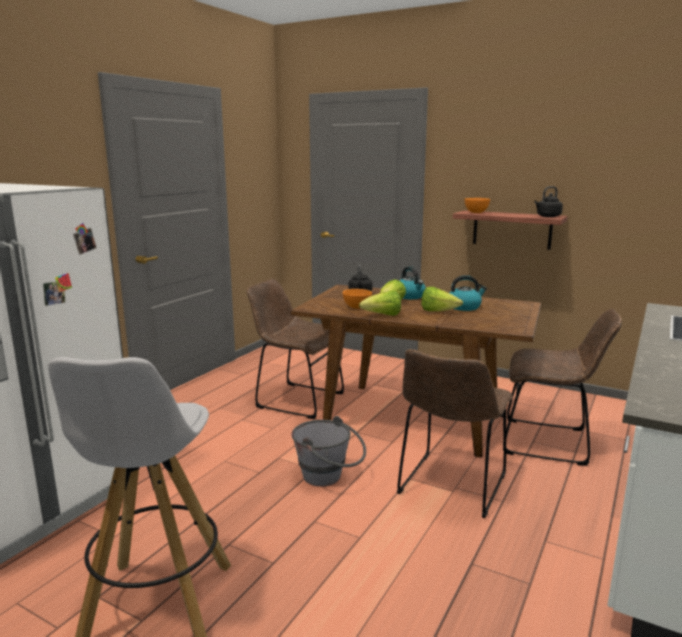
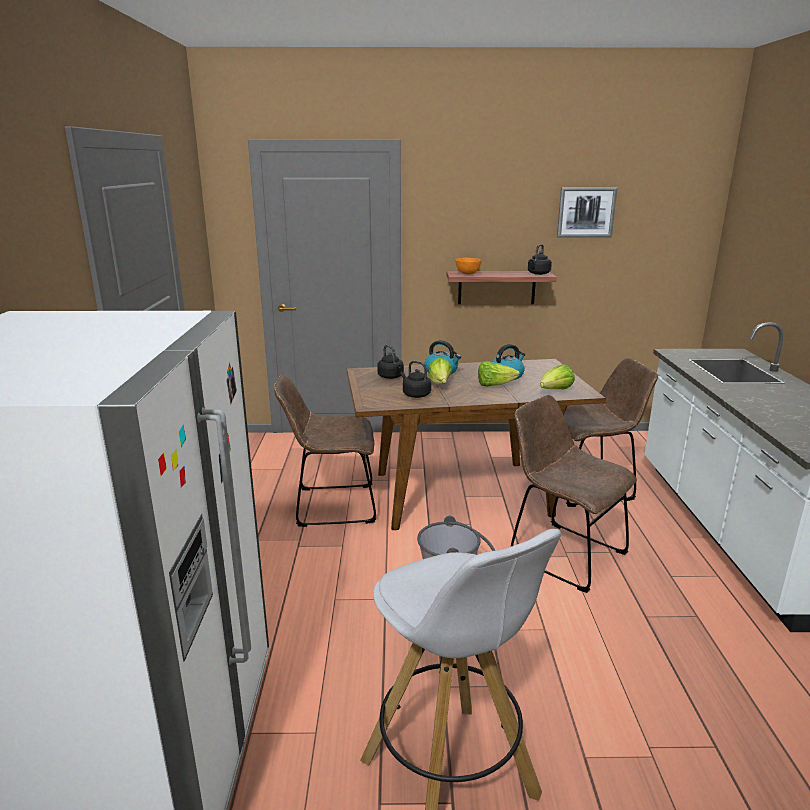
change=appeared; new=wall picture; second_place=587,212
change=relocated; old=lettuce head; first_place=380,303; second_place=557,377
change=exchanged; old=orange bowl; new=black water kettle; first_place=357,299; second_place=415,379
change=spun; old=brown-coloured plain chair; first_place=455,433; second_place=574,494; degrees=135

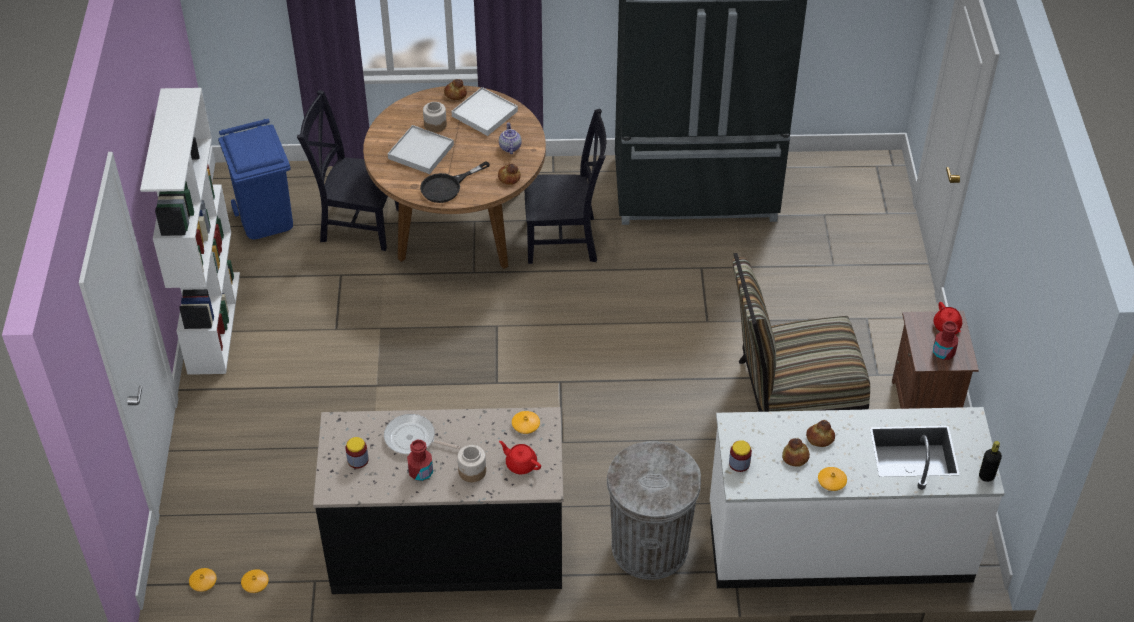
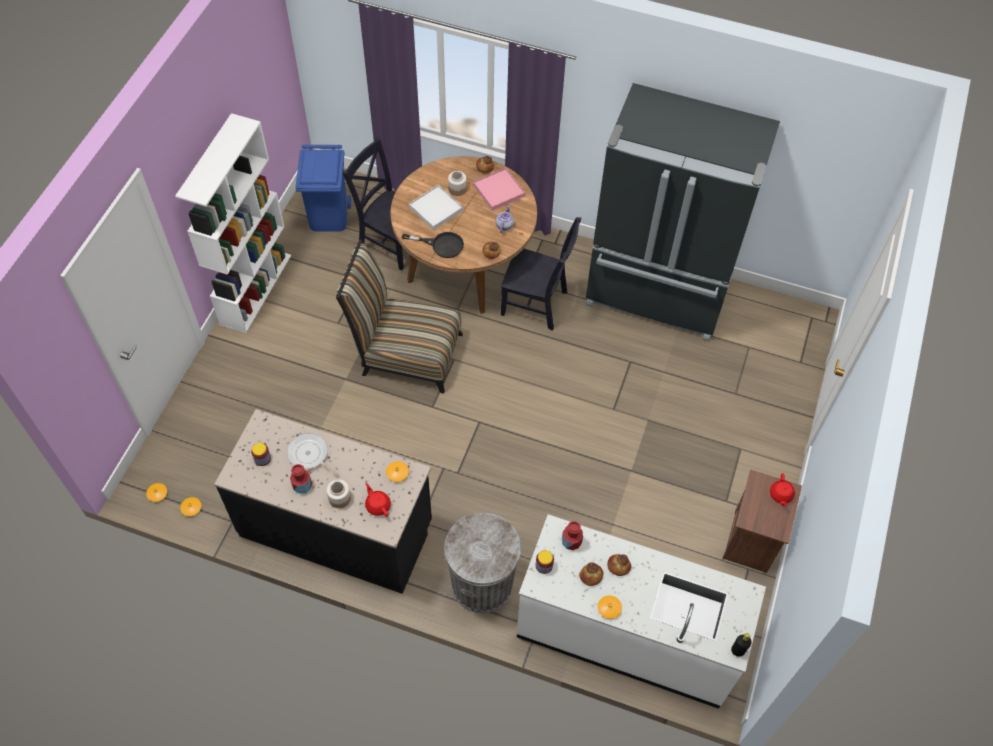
change=relocated; old=plain chair; first_place=801,332; second_place=399,316
change=relocated; old=red-coloured beverage bottle; first_place=945,340; second_place=572,535
change=colour; old=whitish carrying tray; new=pink carrying tray; first_place=485,111; second_place=499,189
change=spun; old=black pan; first_place=455,182; second_place=433,245; degrees=-150

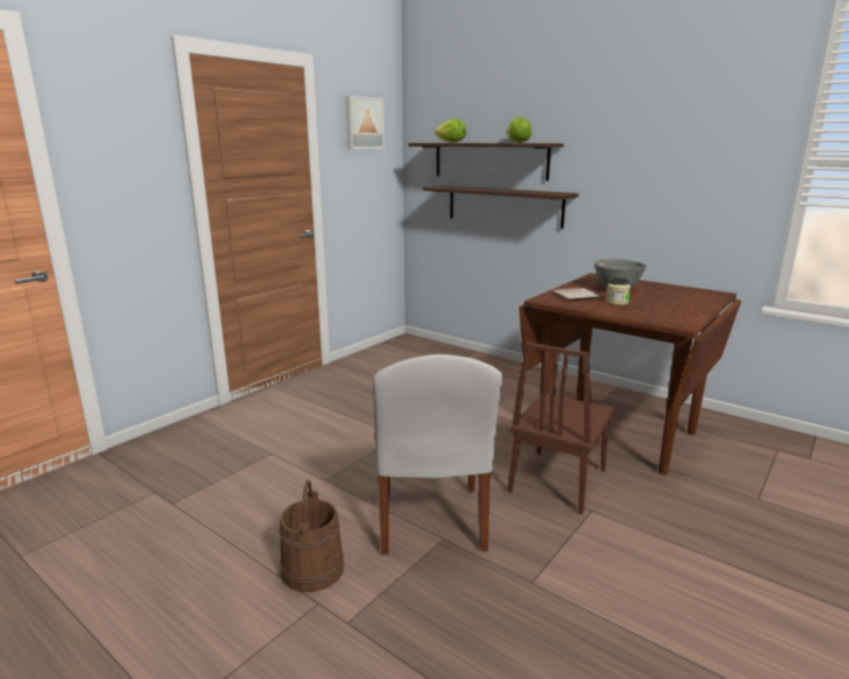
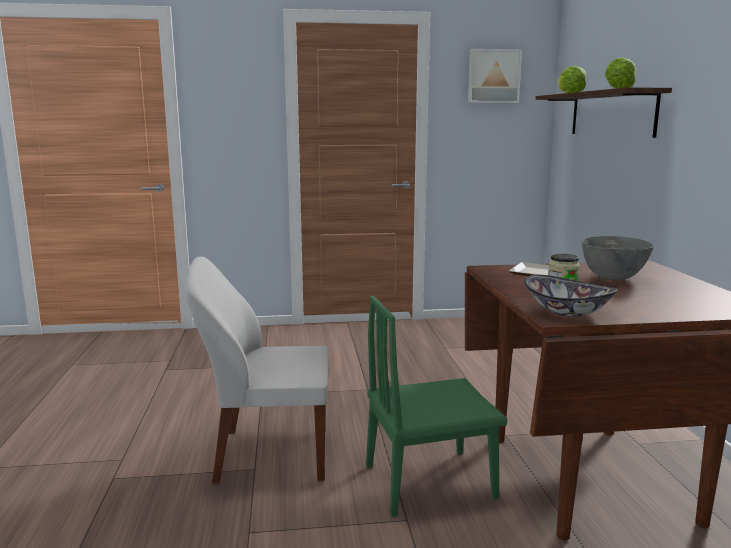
change=missing; old=brown-coloured bucket; first_place=312,536
change=missing; old=shelf; first_place=501,207
change=appeared; new=bowl; second_place=571,296
change=colour; old=brown-coloured plain chair; new=greenish plain chair; first_place=561,428; second_place=436,406
change=spun; old=whitish plain chair; first_place=437,454; second_place=257,370; degrees=45

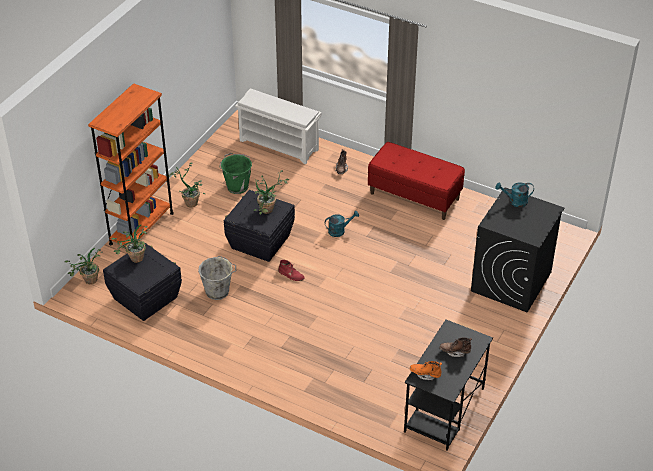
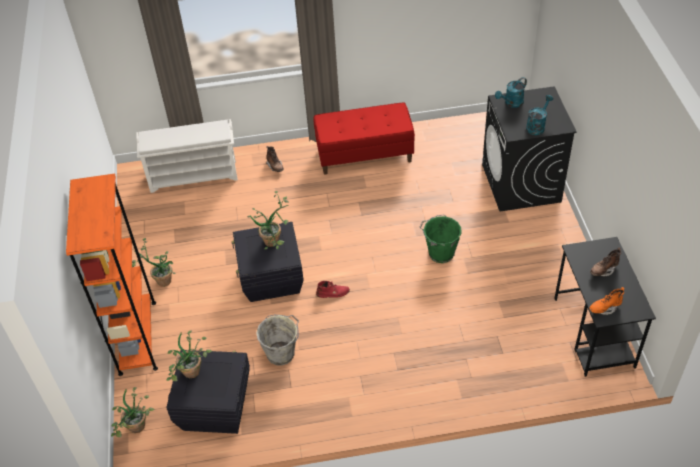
change=relocated; old=greenish bucket; first_place=236,173; second_place=440,239
change=relocated; old=turquoise sprinkling can; first_place=342,224; second_place=539,115

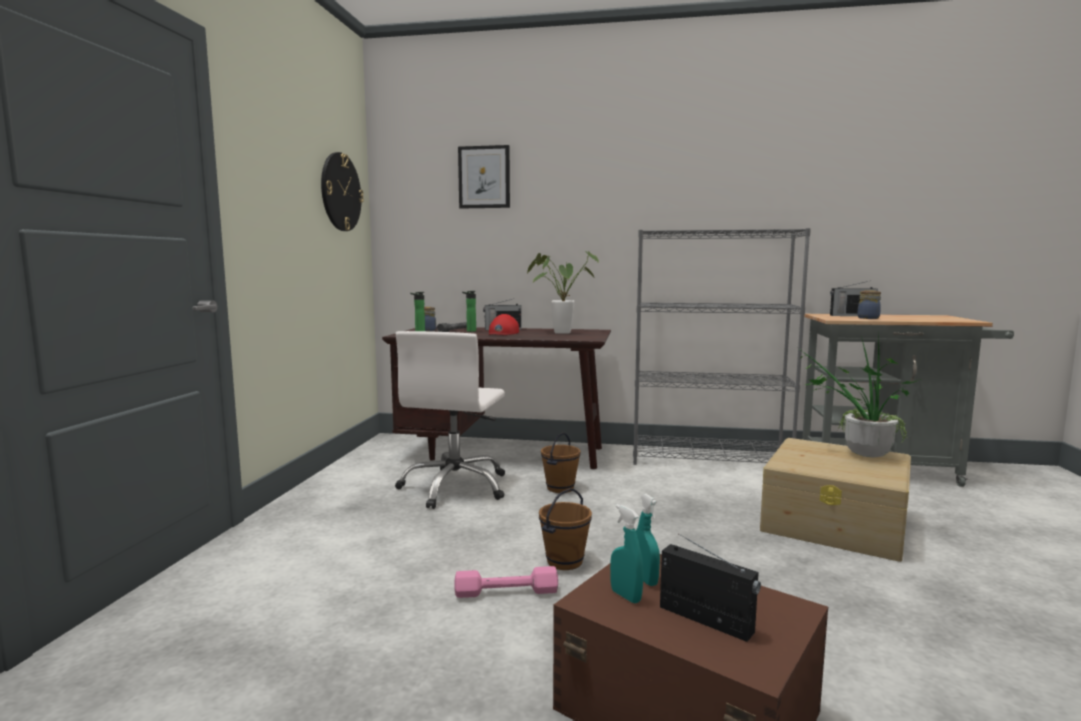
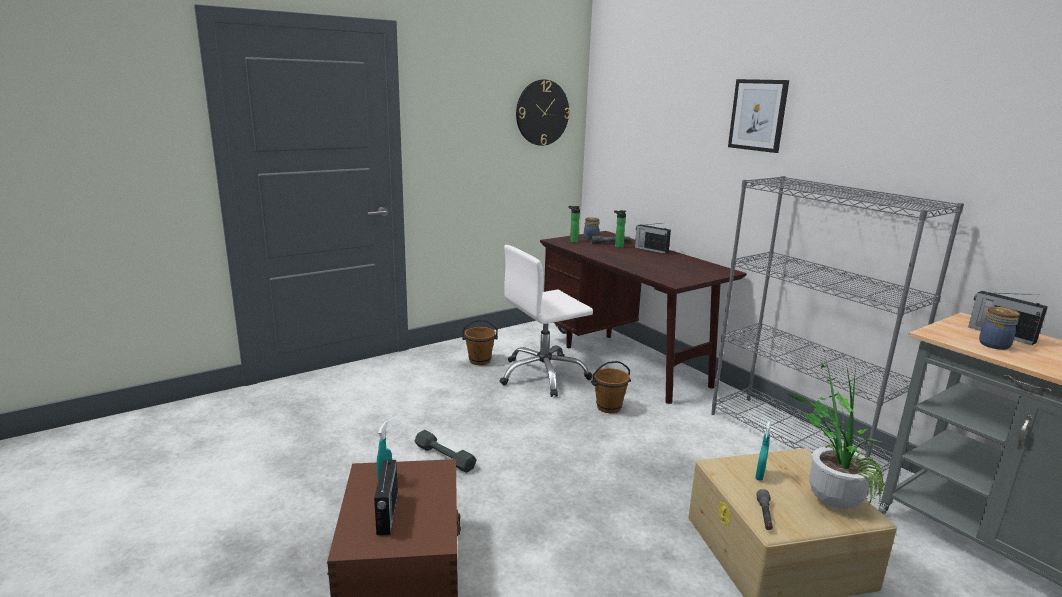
change=missing; old=red-coloured peaked cap; first_place=503,324
change=missing; old=potted plant; first_place=563,292
change=appeared; new=grey torch; second_place=764,509
change=relocated; old=wall picture; first_place=484,177; second_place=758,116
change=relocated; old=brown-coloured bucket; first_place=565,529; second_place=480,342
change=relocated; old=turquoise hand sprayer; first_place=648,540; second_place=763,451
change=colour; old=pink dumbbell; new=grey dumbbell; first_place=506,582; second_place=445,451

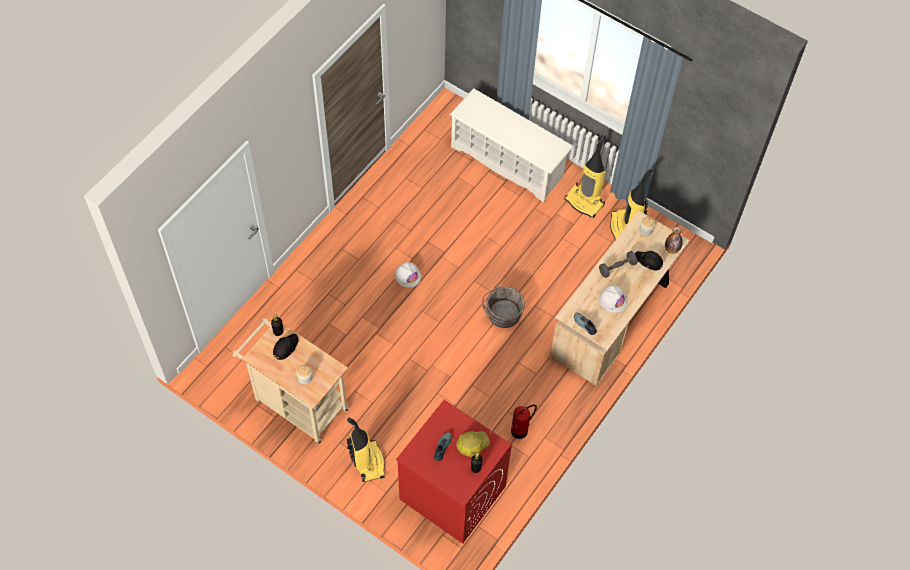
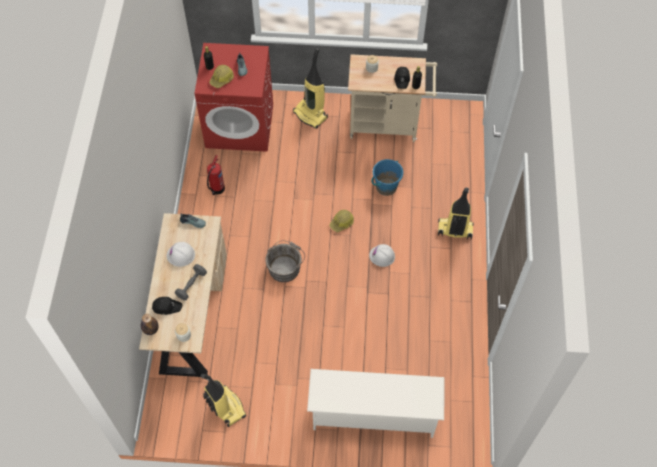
change=appeared; new=safety helmet; second_place=342,221
change=appeared; new=blue bucket; second_place=387,177
change=relocated; old=hoover; first_place=585,176; second_place=456,213

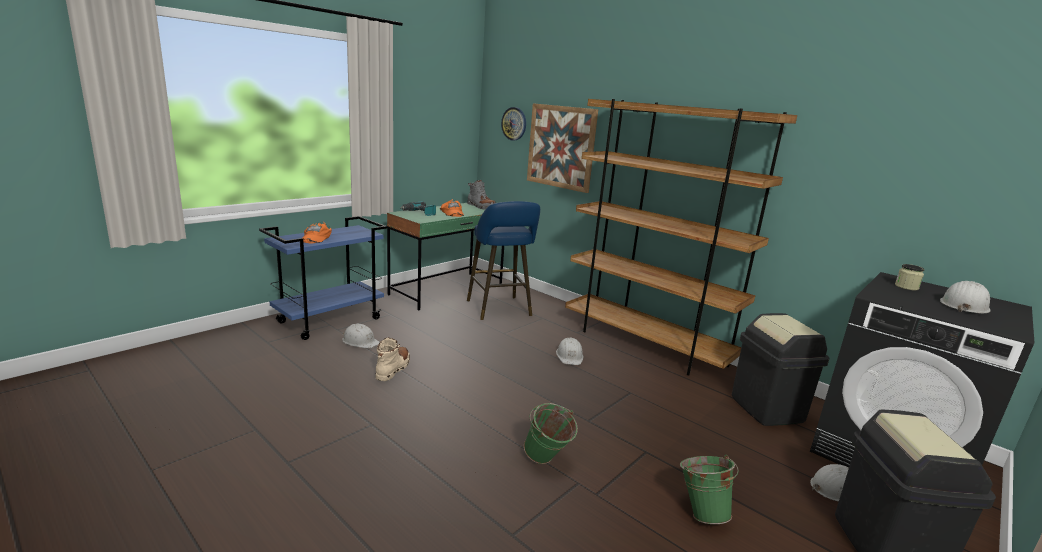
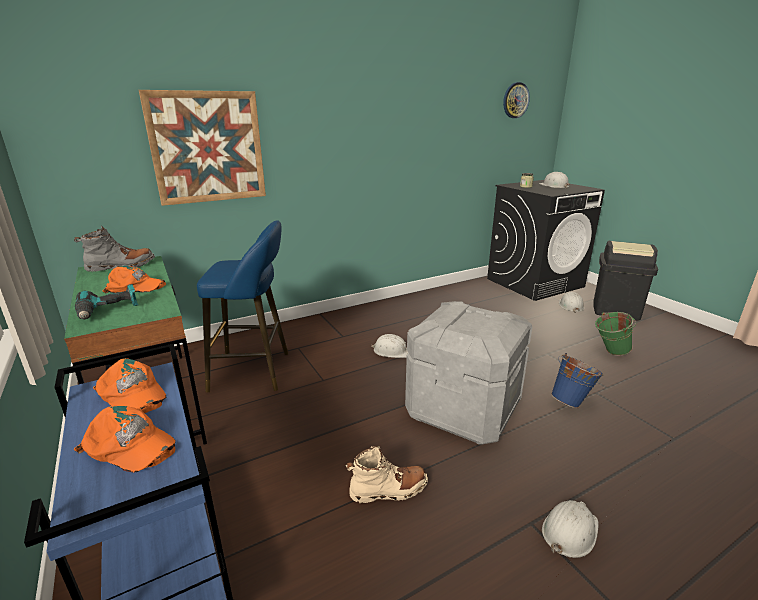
change=missing; old=brown-coloured shelving unit; first_place=681,237
change=missing; old=black waste bin; first_place=780,369
change=appeared; new=orange peaked cap; second_place=129,385
change=appeared; new=grey storage box; second_place=468,372
change=relocated; old=whitish safety helmet; first_place=361,336; second_place=570,529
change=relocated; old=hanging clock; first_place=513,124; second_place=516,100
change=colour; old=greenish bucket; new=blue bucket; first_place=551,433; second_place=577,380
change=spun; old=sand-coloured boot; first_place=392,359; second_place=387,474; degrees=135

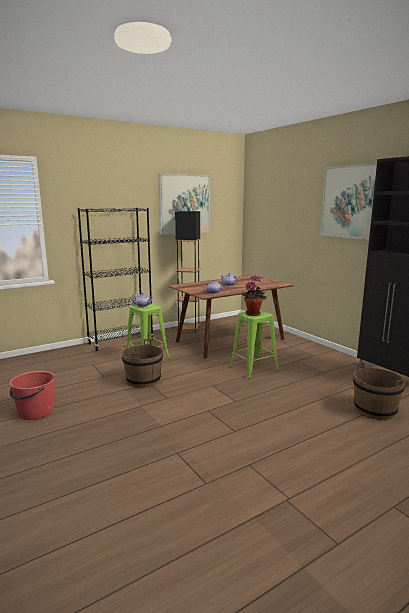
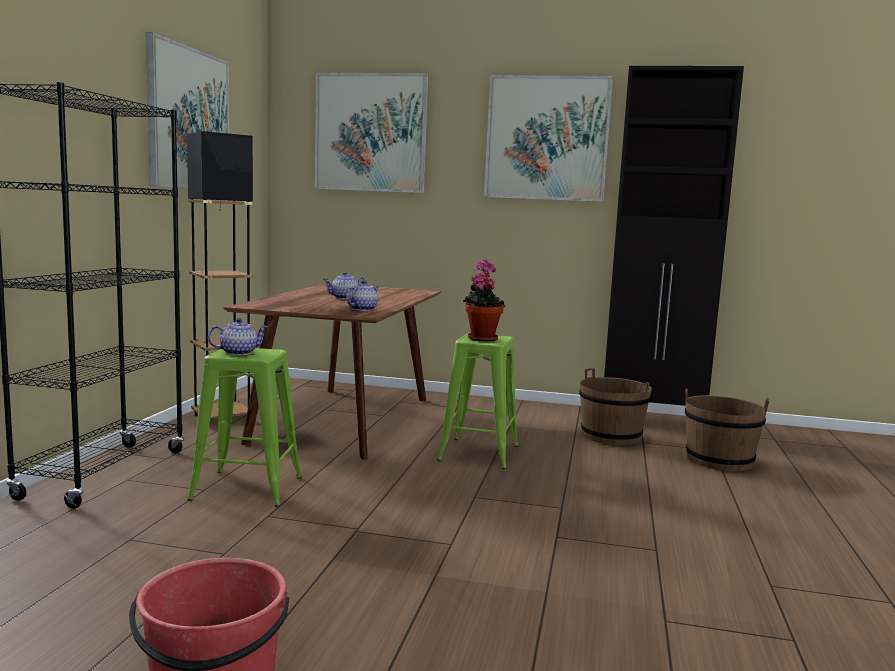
change=appeared; new=wall picture; second_place=371,133
change=relocated; old=brown-coloured bucket; first_place=142,363; second_place=615,406

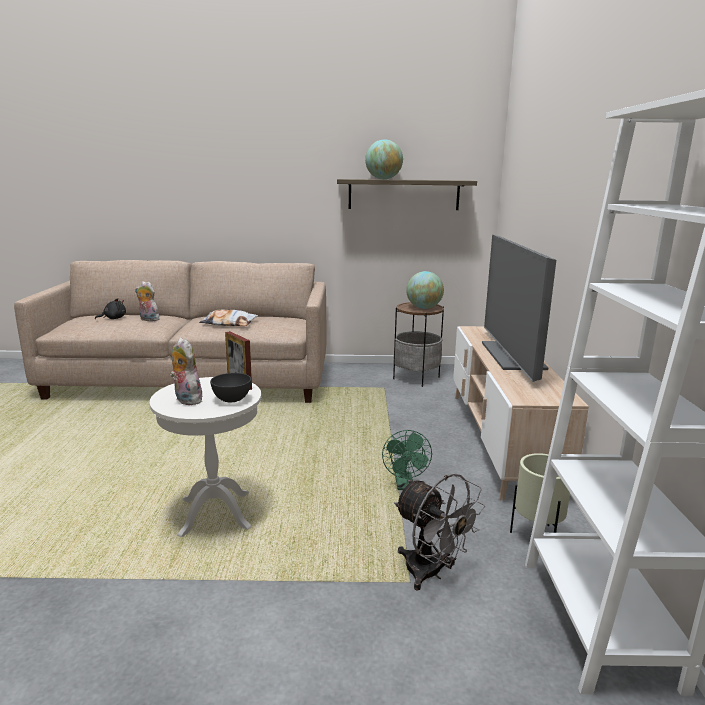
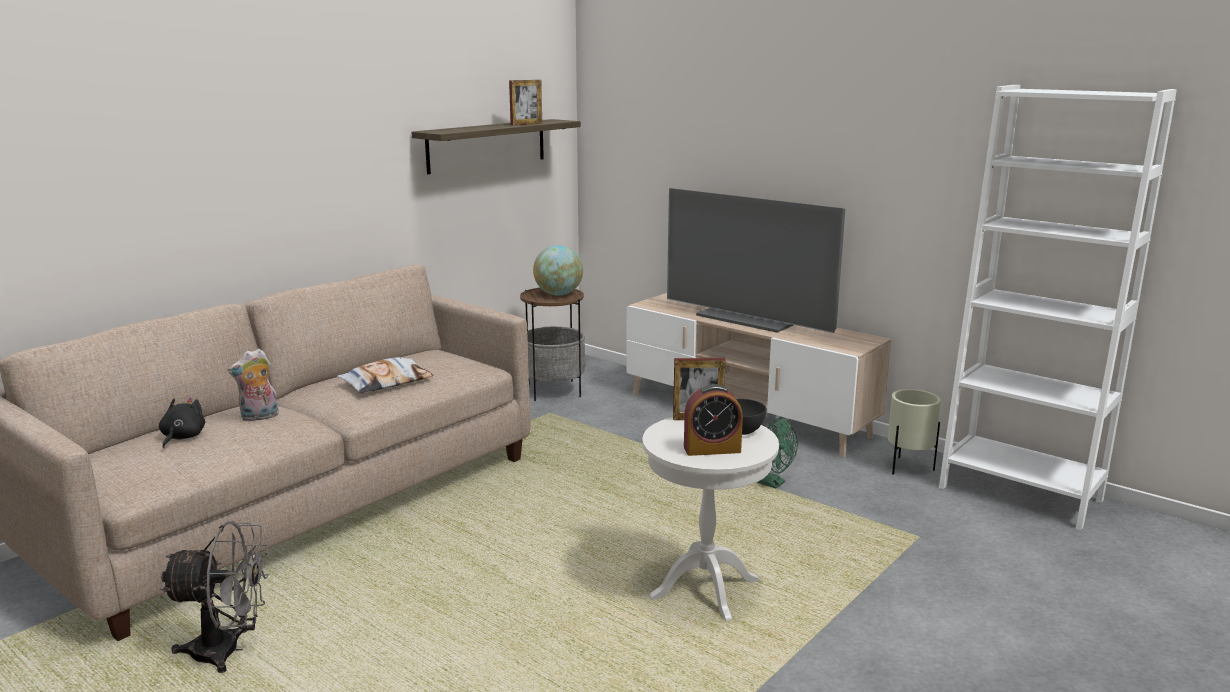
change=missing; old=globe; first_place=384,159
change=appeared; new=picture frame; second_place=525,102
change=relocated; old=grey cooling fan; first_place=439,532; second_place=214,597
change=exchanged; old=cuddly toy; new=bedside clock; first_place=186,371; second_place=713,420

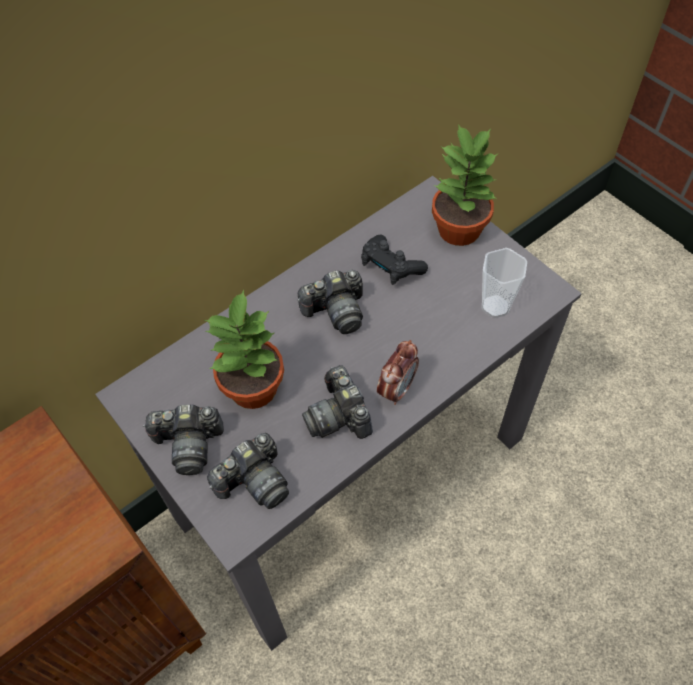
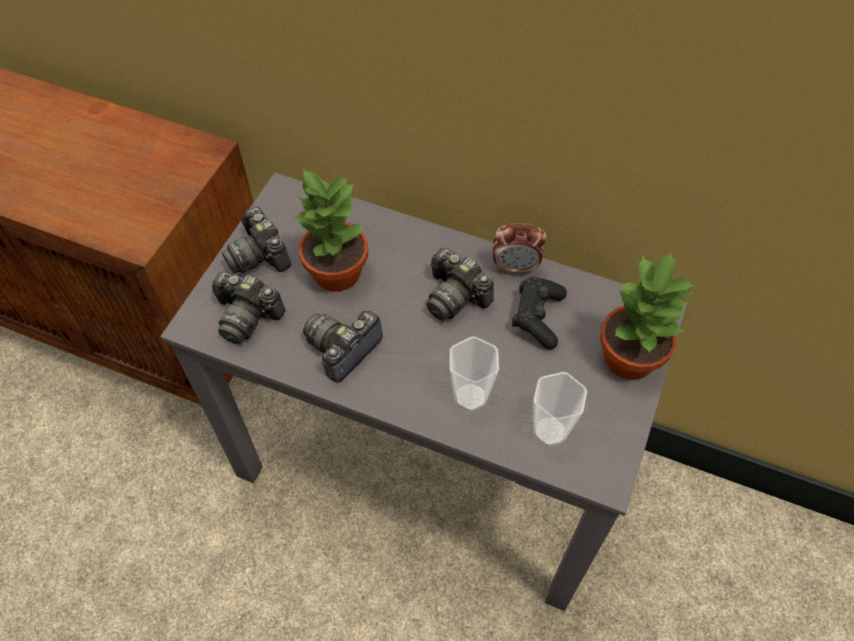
change=appeared; new=drinking cup; second_place=474,374
change=relocated; old=bedside clock; first_place=398,372; second_place=519,248

